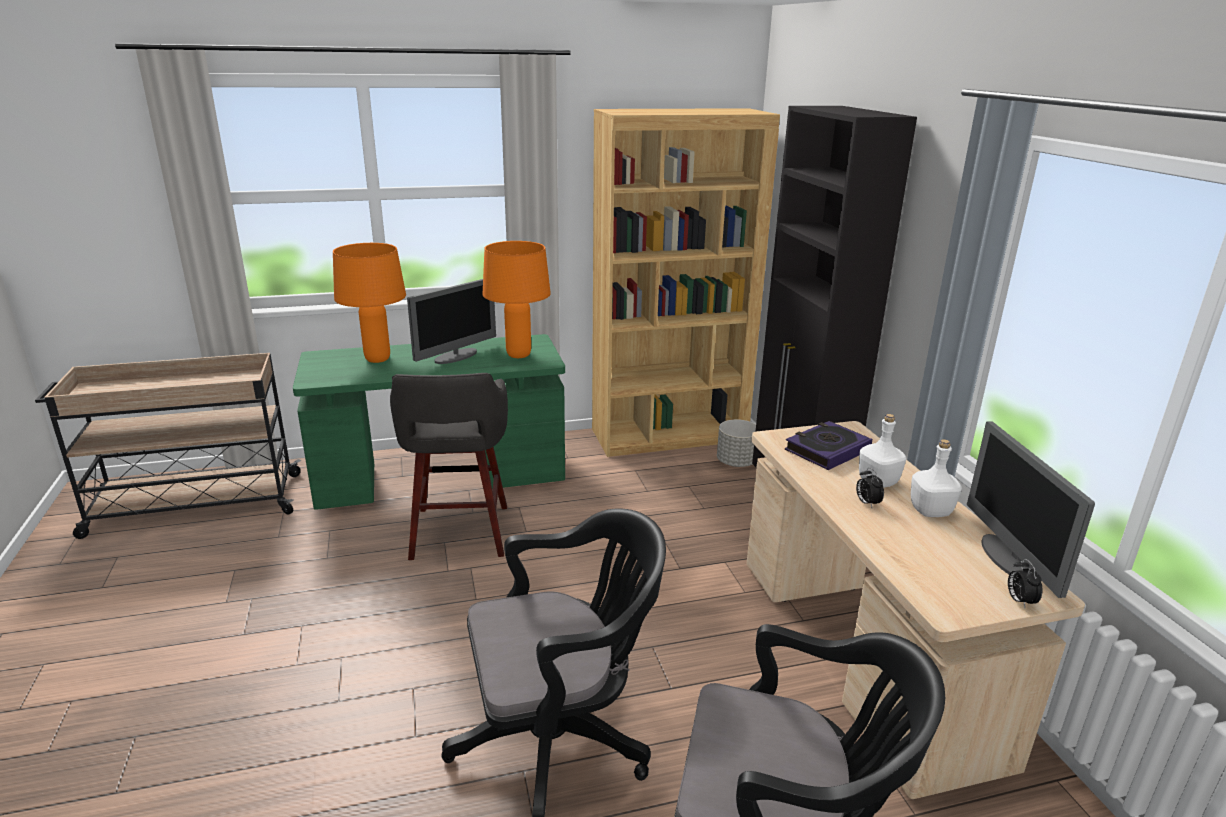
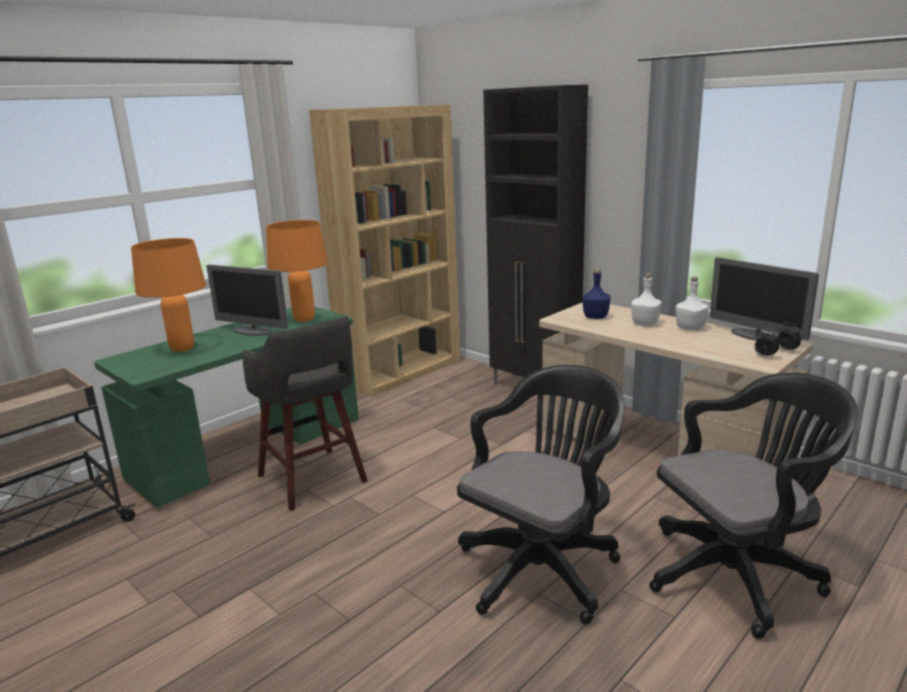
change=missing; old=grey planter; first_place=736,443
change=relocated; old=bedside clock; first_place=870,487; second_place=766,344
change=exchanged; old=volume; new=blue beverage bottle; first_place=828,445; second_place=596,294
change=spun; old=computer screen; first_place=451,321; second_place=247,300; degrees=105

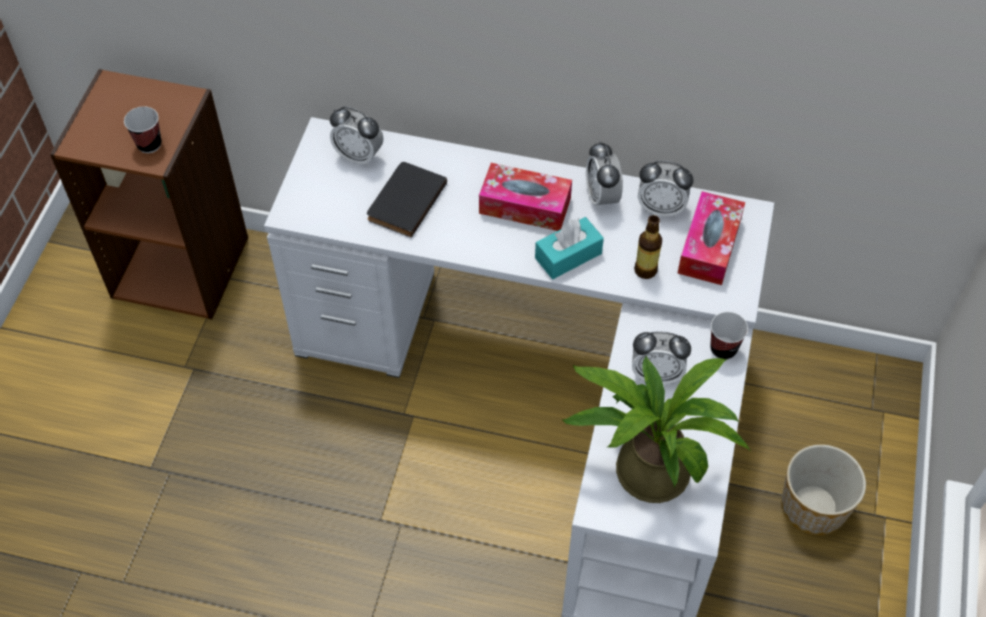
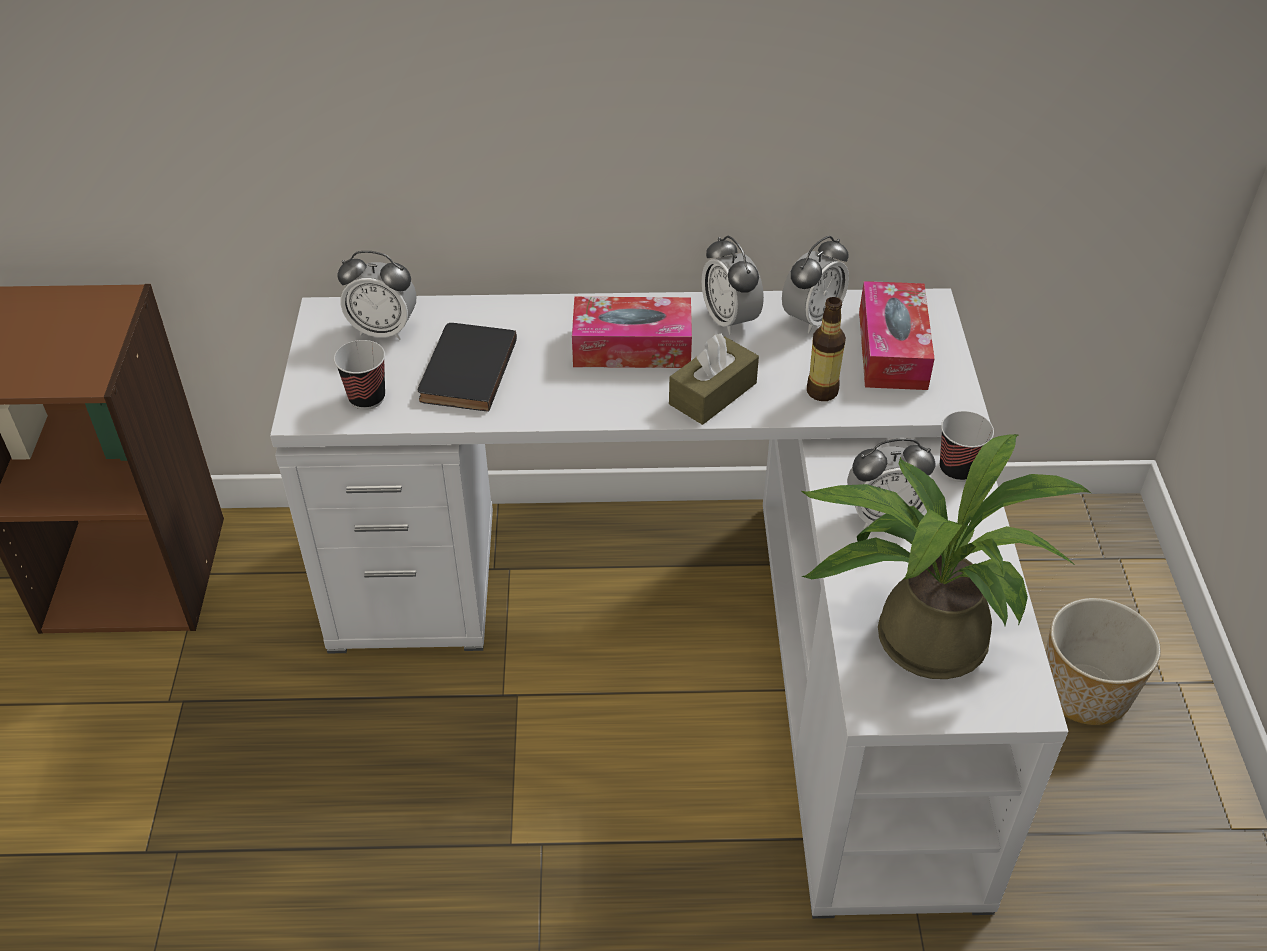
change=relocated; old=drinking cup; first_place=142,129; second_place=359,375
change=colour; old=turquoise tissue box; new=brown-coloured tissue box; first_place=569,248; second_place=714,379
change=spun; old=bedside clock; first_place=665,189; second_place=815,284; degrees=-45

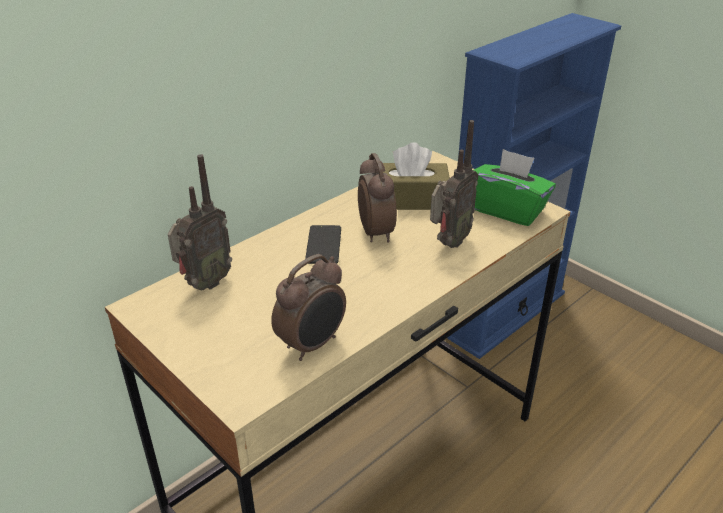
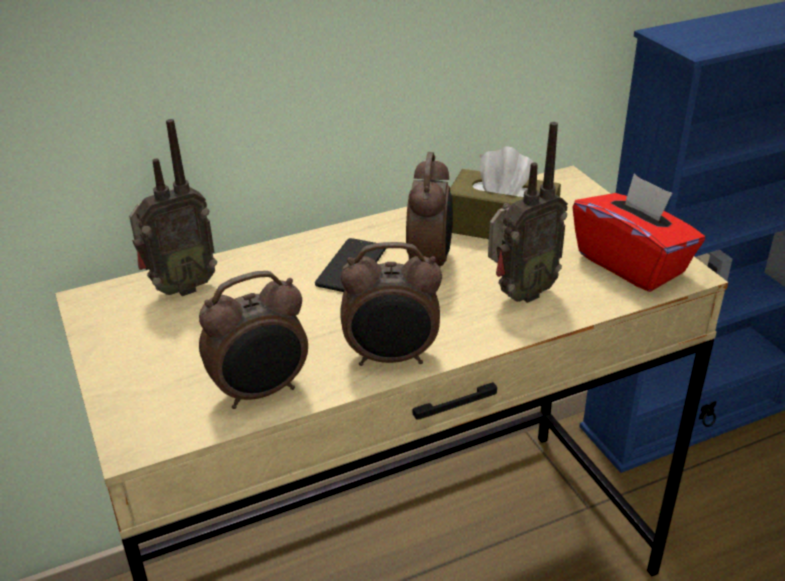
change=appeared; new=bedside clock; second_place=391,304
change=colour; old=greenish tissue box; new=red-coloured tissue box; first_place=515,187; second_place=639,233

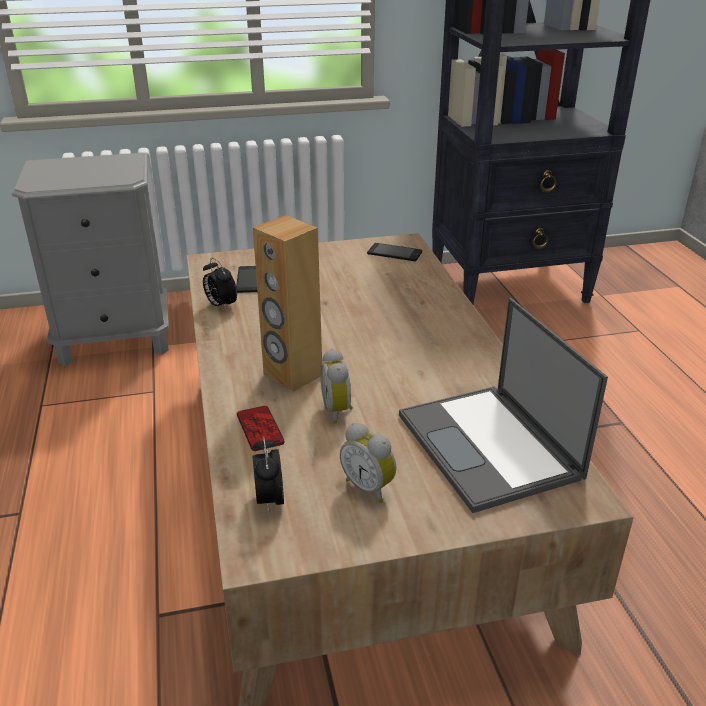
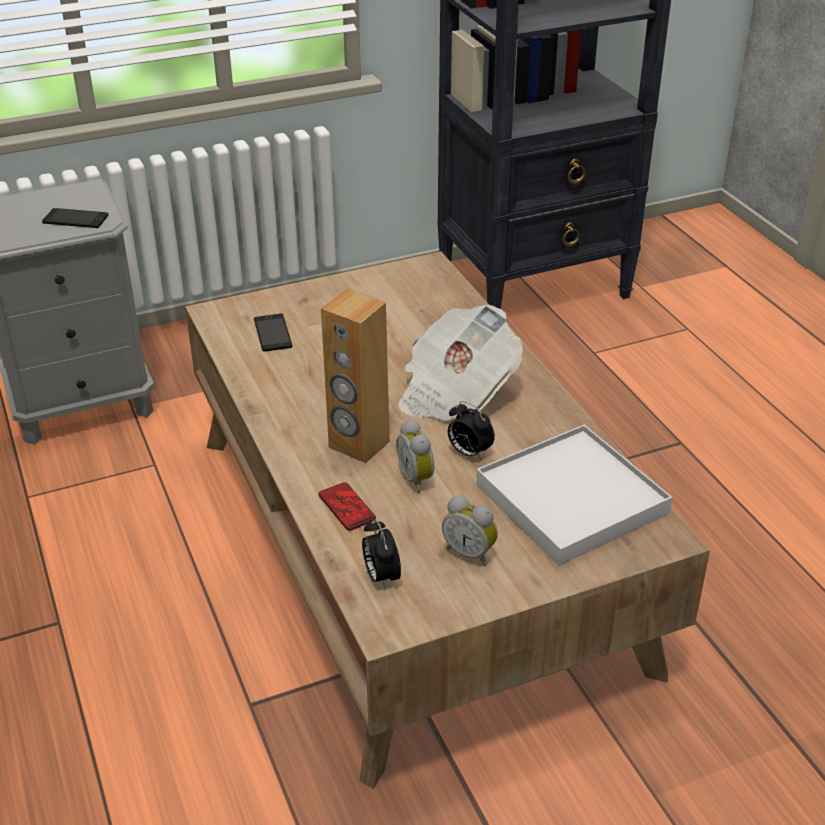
change=appeared; new=printed paper; second_place=460,363
change=relocated; old=bedside clock; first_place=220,284; second_place=471,430
change=relocated; old=handset; first_place=394,252; second_place=75,218
change=exchanged; old=portable computer; new=whitish carrying tray; first_place=503,405; second_place=574,495

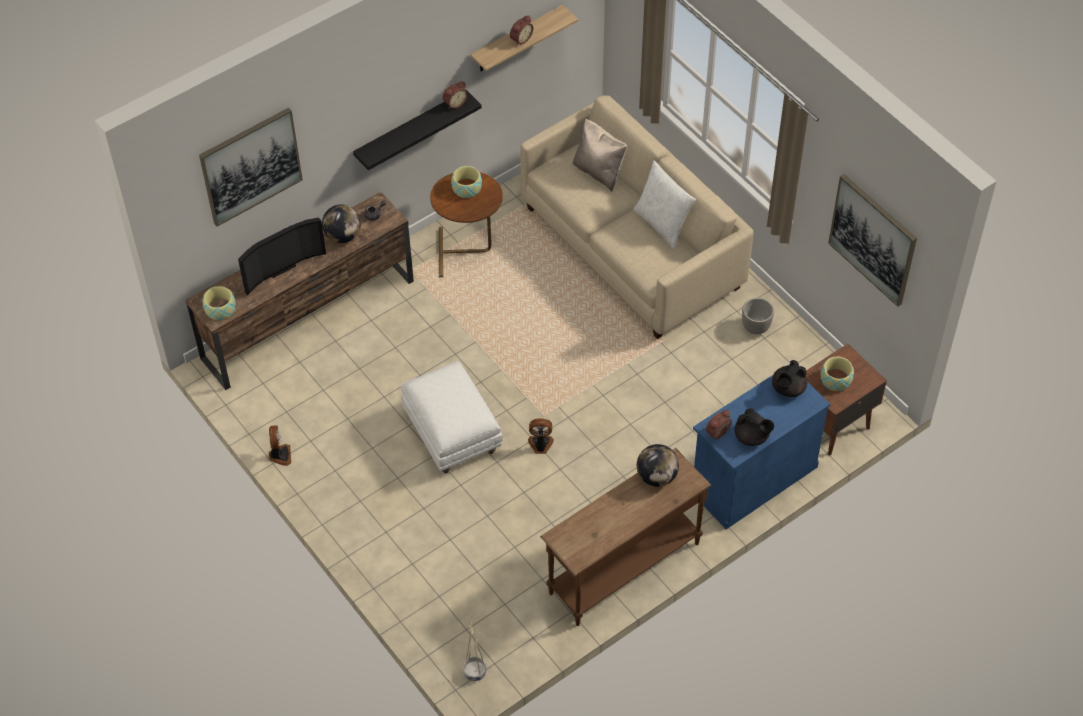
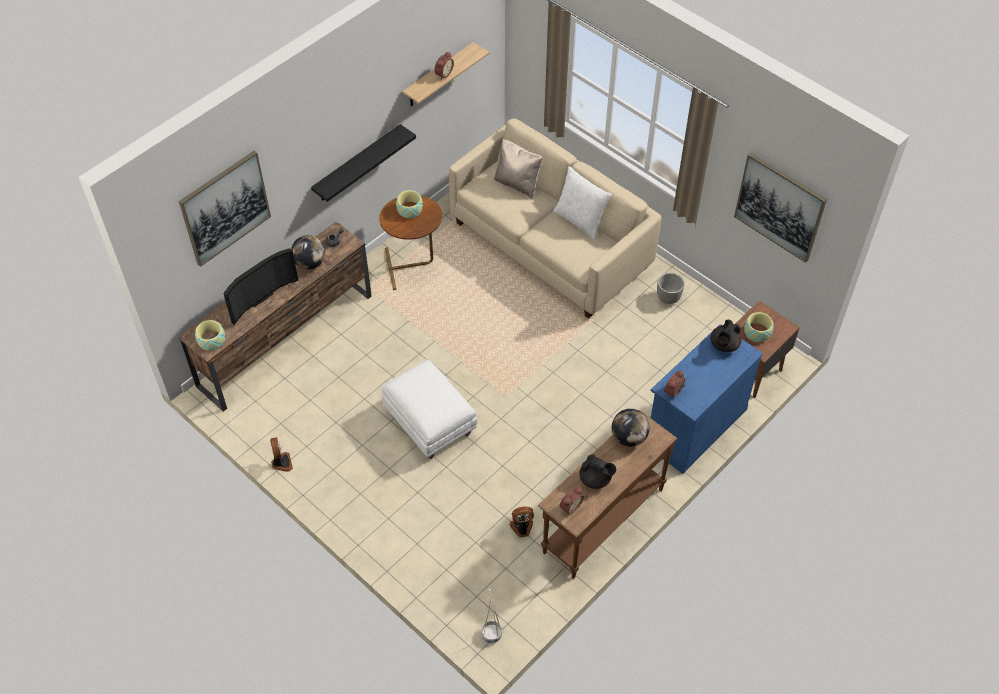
change=relocated; old=bedside clock; first_place=455,95; second_place=572,500
change=relocated; old=cooling fan; first_place=541,436; second_place=521,522
change=relocated; old=black tea pot; first_place=754,427; second_place=598,471

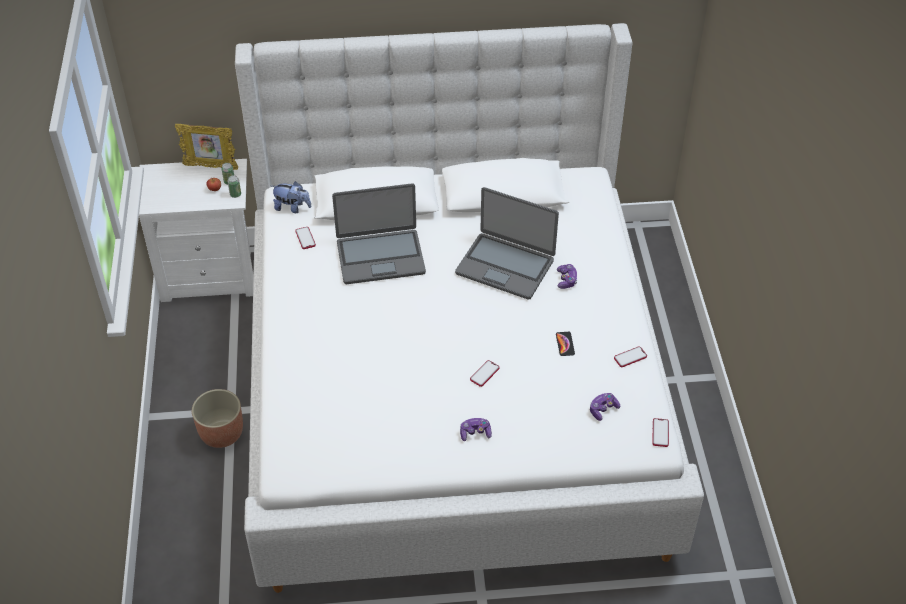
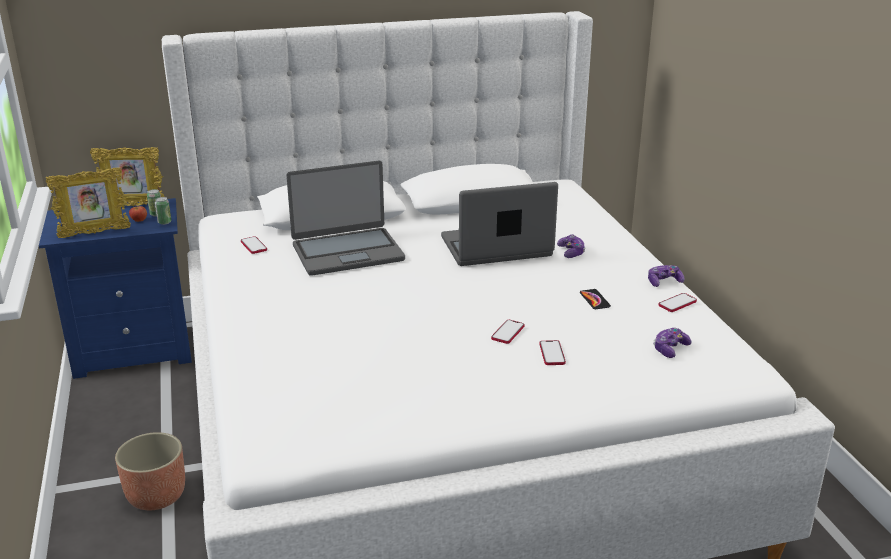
change=missing; old=cuddly toy; first_place=291,197
change=appeared; new=picture frame; second_place=88,202
change=relocated; old=joypad; first_place=476,429; second_place=666,276
change=relocated; old=handset; first_place=660,432; second_place=552,352
change=colour; old=whitish nightstand; new=blue nightstand; first_place=196,230; second_place=115,288
change=spun; old=portable computer; first_place=507,243; second_place=499,224; degrees=150

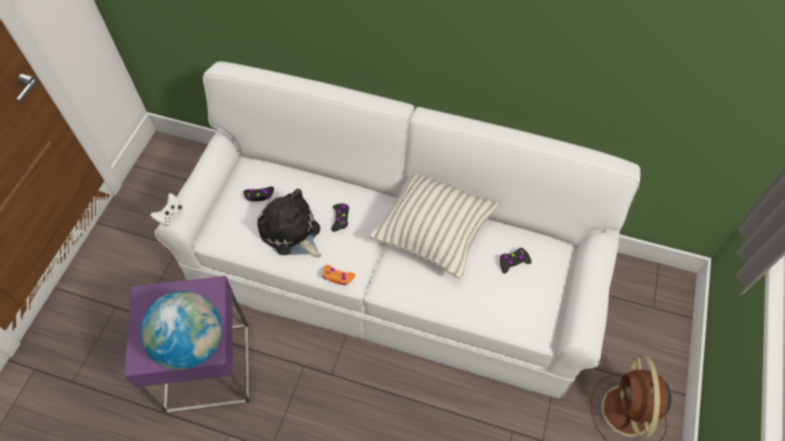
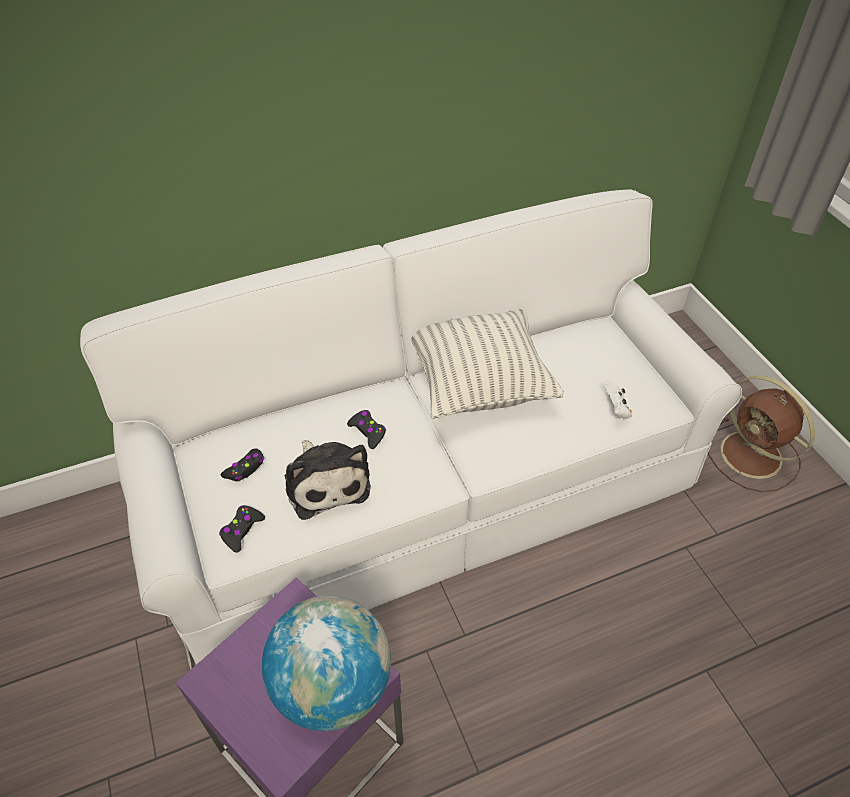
change=missing; old=orange joypad; first_place=339,275
change=relocated; old=whitish joypad; first_place=166,209; second_place=617,400
change=relocated; old=black joypad; first_place=515,261; second_place=242,529
change=spun; old=cuddly toy; first_place=289,223; second_place=328,480; degrees=-120

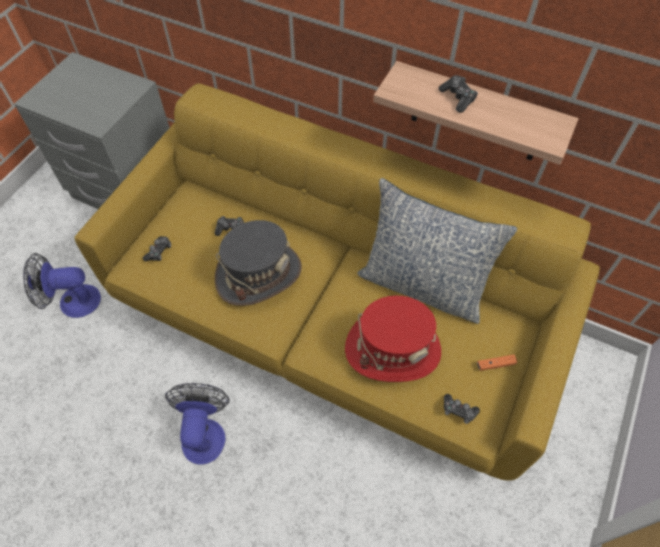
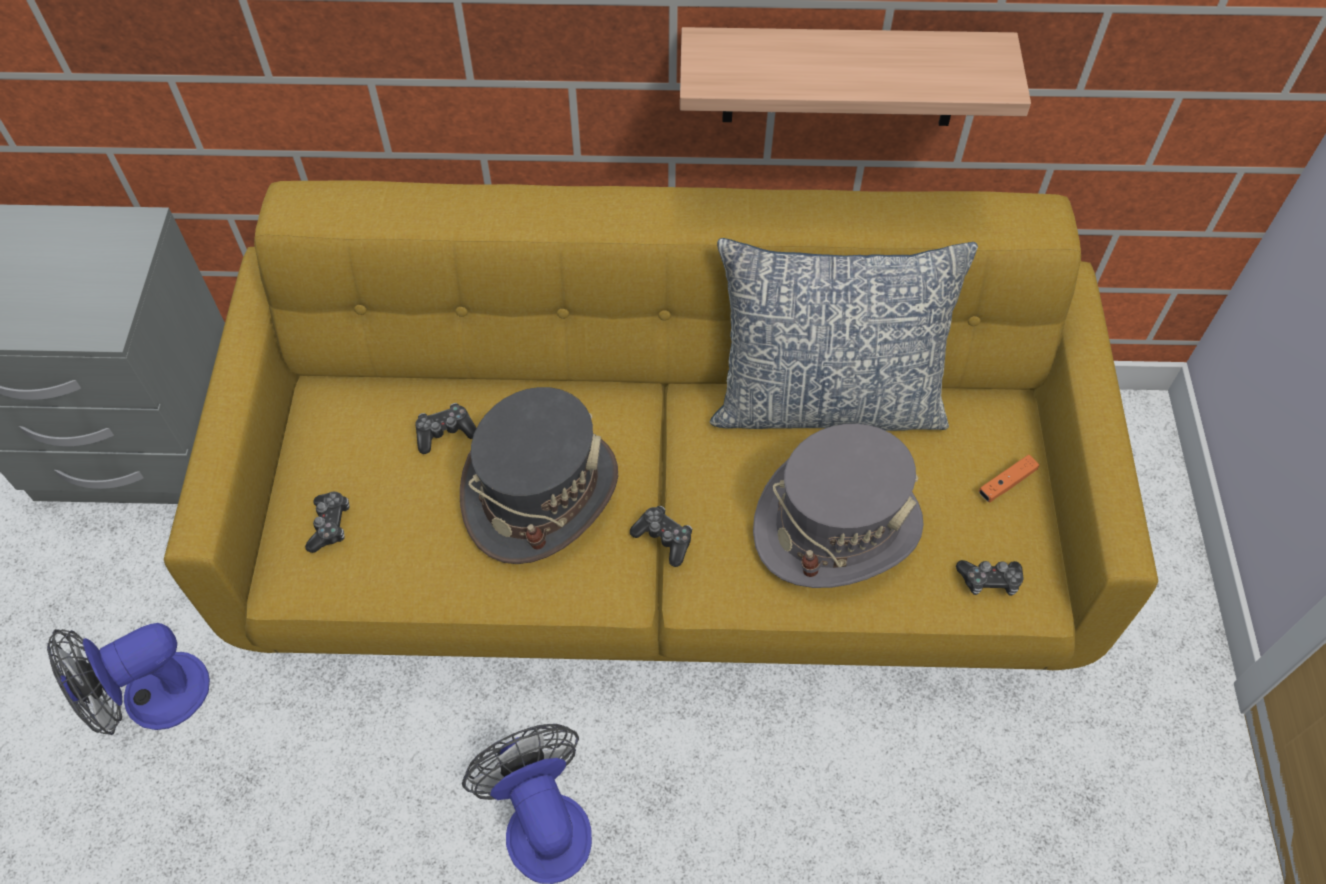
change=relocated; old=joypad; first_place=458,94; second_place=661,536
change=colour; old=red-coloured hat; new=grey hat; first_place=393,339; second_place=838,506

